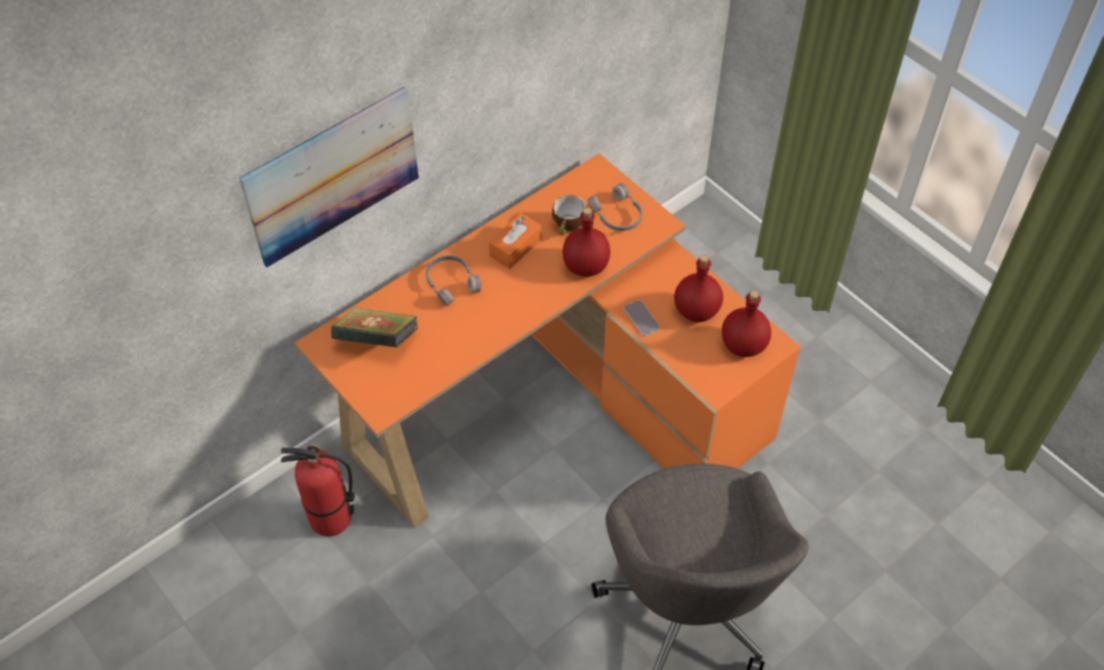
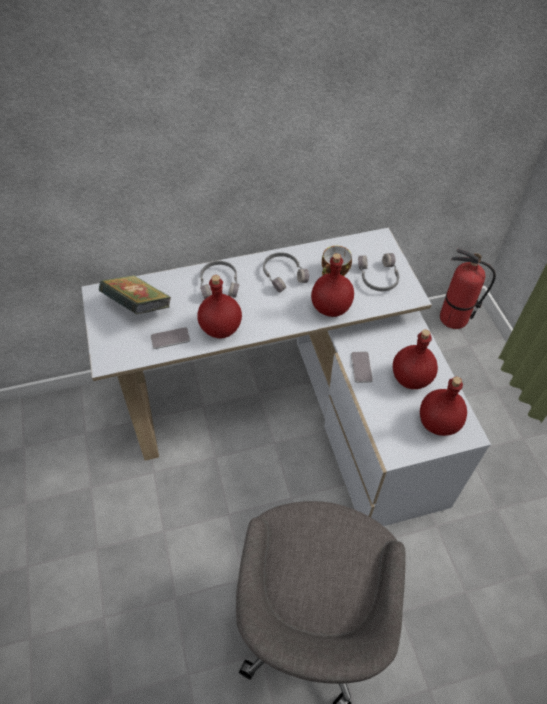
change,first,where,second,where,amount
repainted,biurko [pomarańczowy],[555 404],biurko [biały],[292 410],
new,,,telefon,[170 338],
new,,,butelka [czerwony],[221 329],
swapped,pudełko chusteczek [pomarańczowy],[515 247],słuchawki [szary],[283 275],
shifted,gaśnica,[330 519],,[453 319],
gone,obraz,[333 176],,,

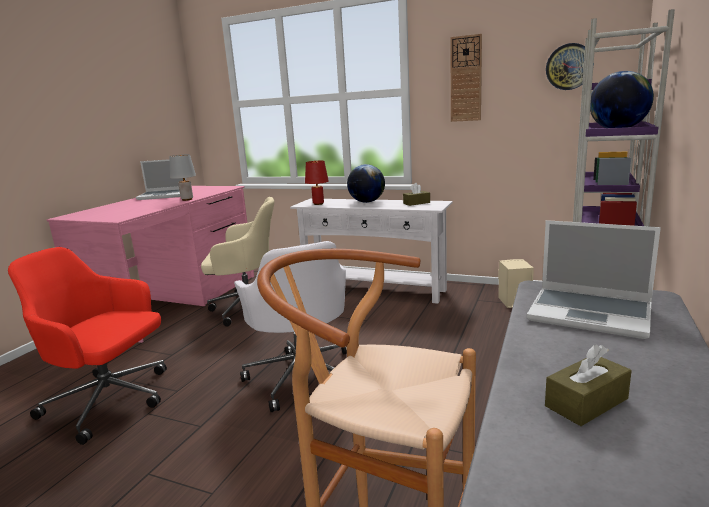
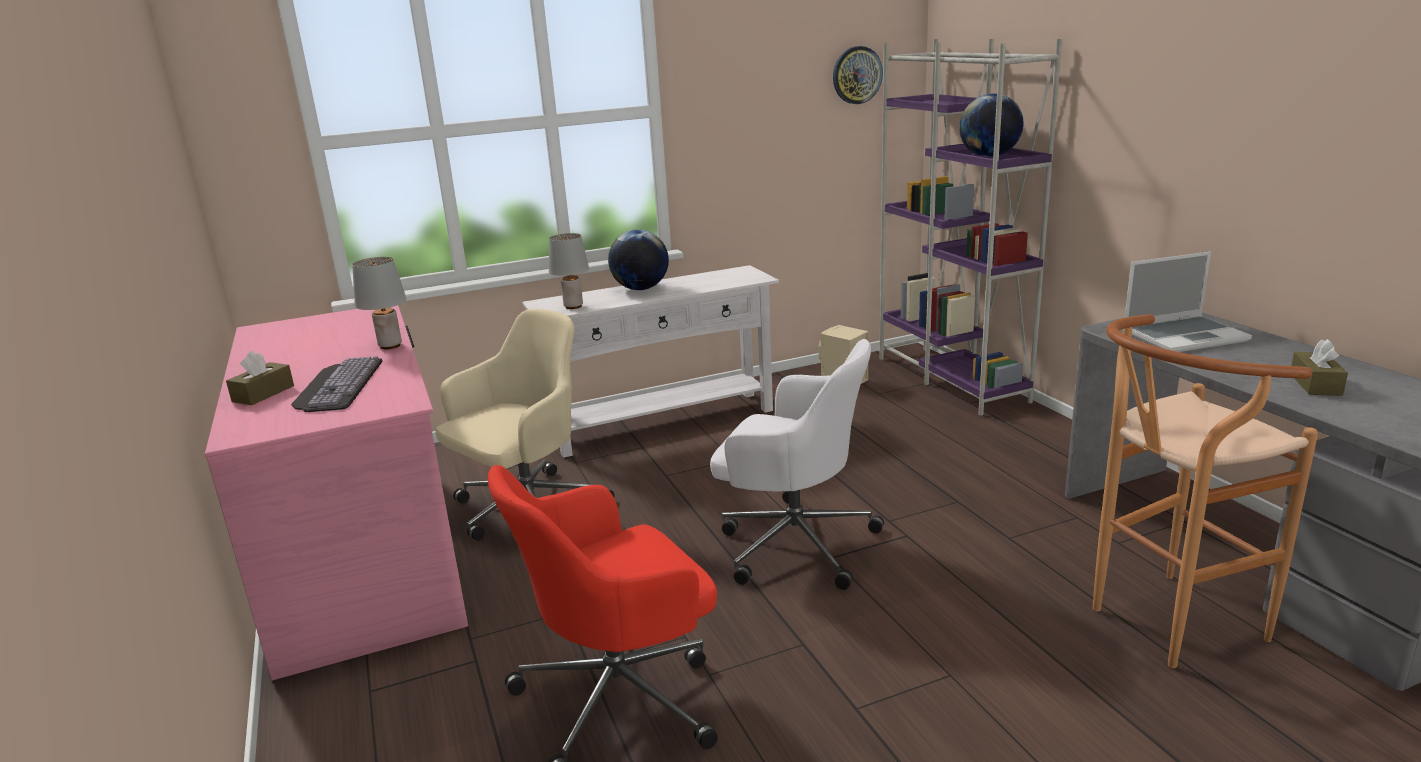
change,first,where,second,where,amount
shifted,pudełko chusteczek [brązowy],[416 203],,[263 394],
new,,,klawiatura,[336 385],
repainted,lampa stołowa [czerwony],[318 204],lampa stołowa [szary],[573 306],
gone,laptop,[164 195],,,
gone,zegar ścienny,[466 79],,,

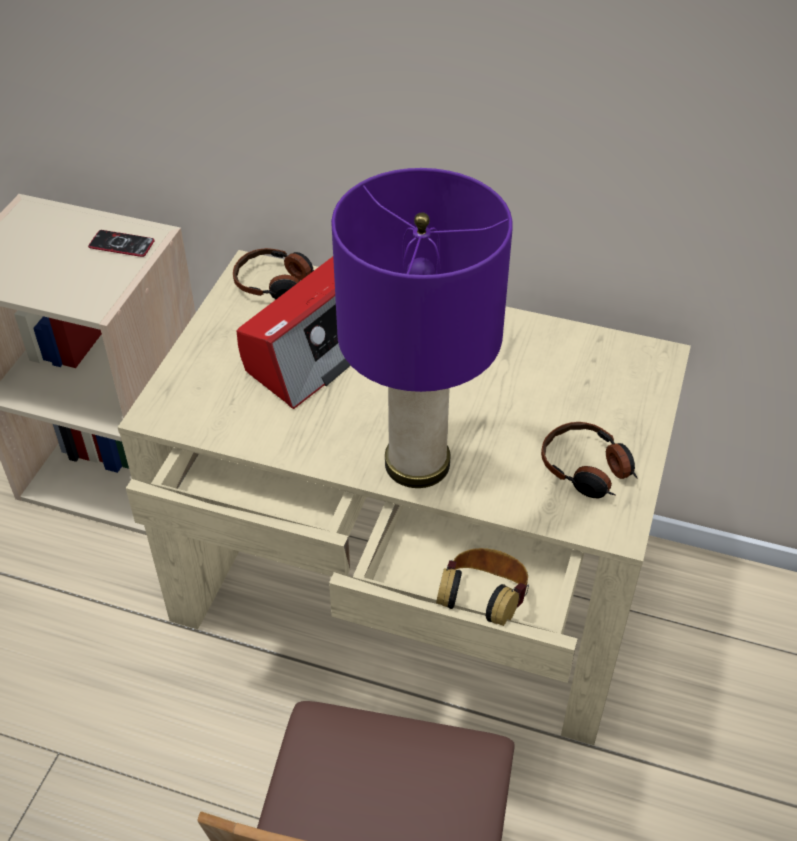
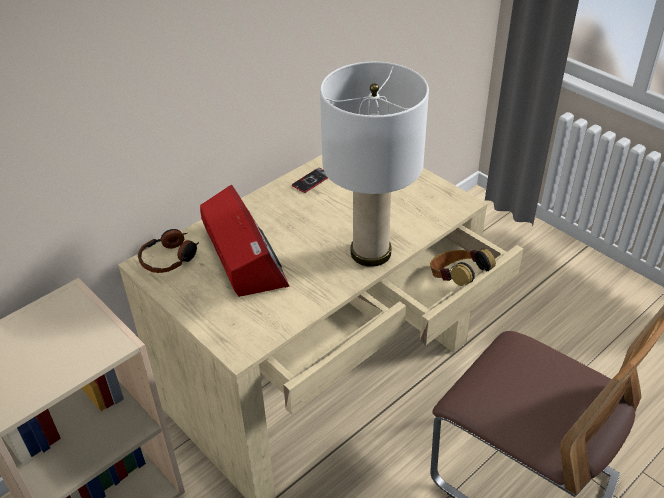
change,first,where,second,where,amount
shifted,telefon,[121 244],,[311 181],
repainted,lampa stołowa [fioletowy],[417 462],lampa stołowa [biały],[370 252],
gone,słuchawki,[587 469],,,

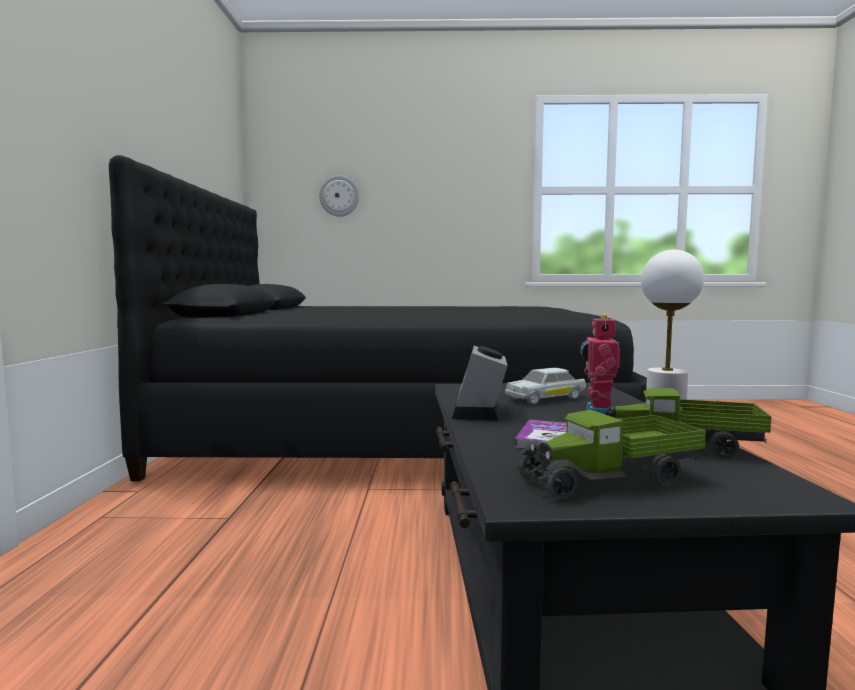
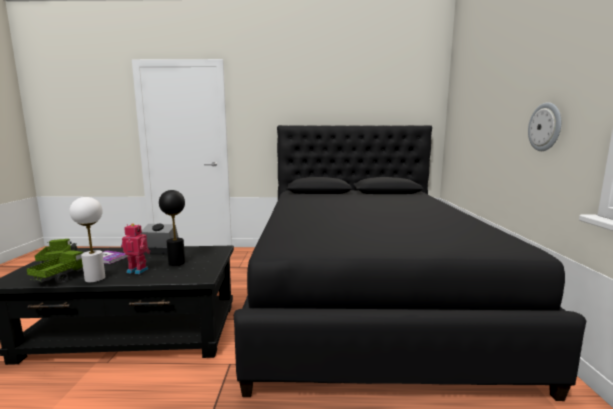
change,first,where,second,where,amount
swapped,samochodzik [biały],[545 398],lampa stołowa [czarny],[176 263],
shifted,zegar ścienny,[339 196],,[545 127],

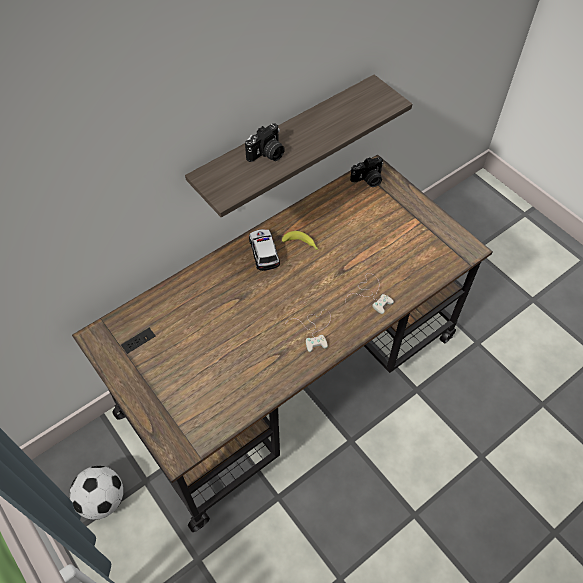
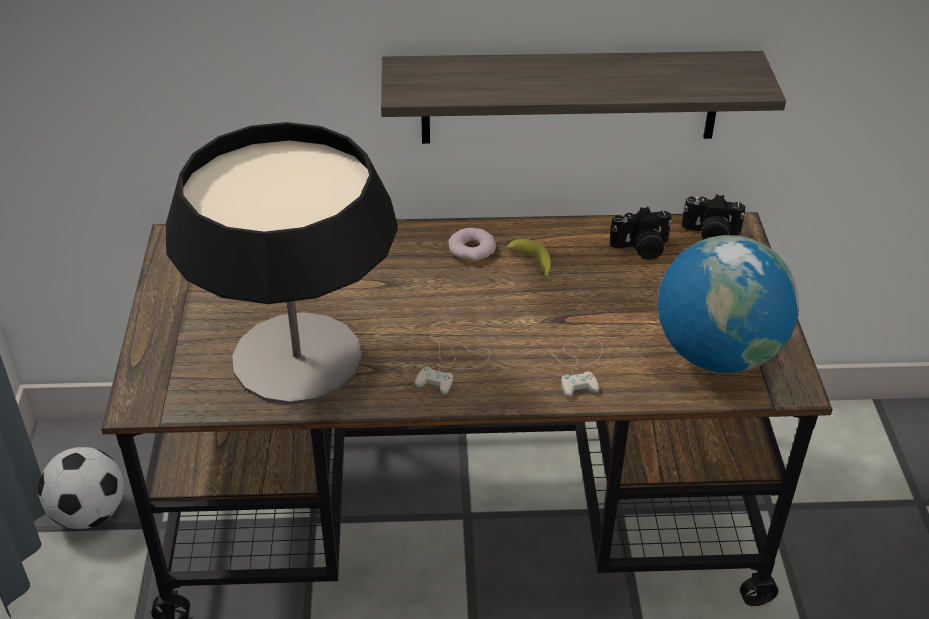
change,first,where,second,where,amount
new,,,lampa stołowa,[297 358],
swapped,samochodzik,[264 252],donut,[472 249],
shifted,aparat fotograficzny,[267 154],,[641 249],
new,,,globus,[717 353],

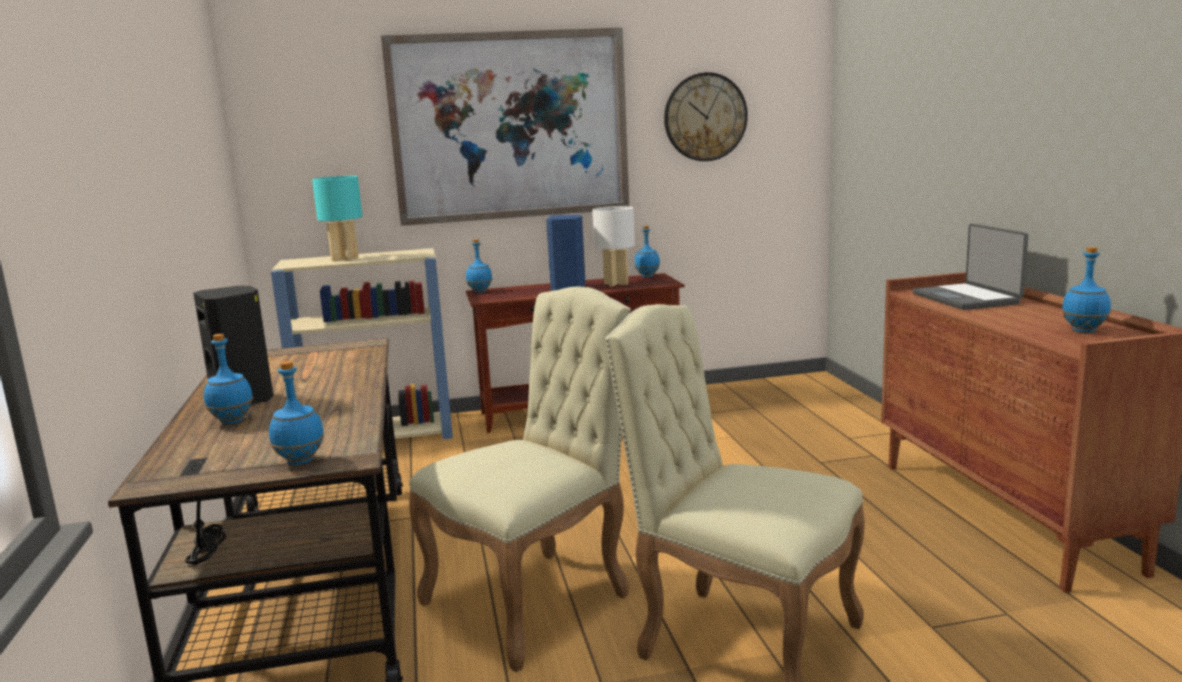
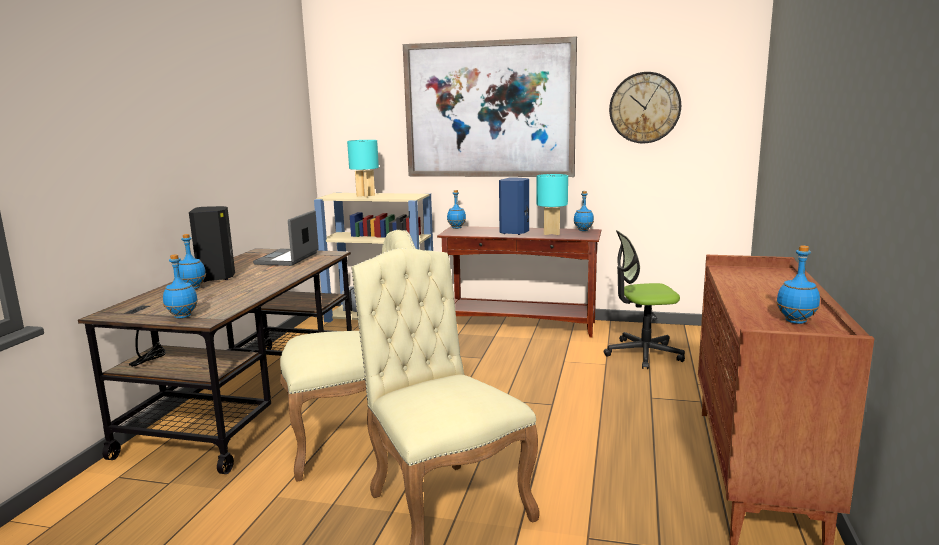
change,first,where,second,where,amount
shifted,laptop,[967 298],,[288 259],
repainted,lampa stołowa [biały],[615 284],lampa stołowa [turkusowy],[551 233],
new,,,krzesło biurowe,[643 354],

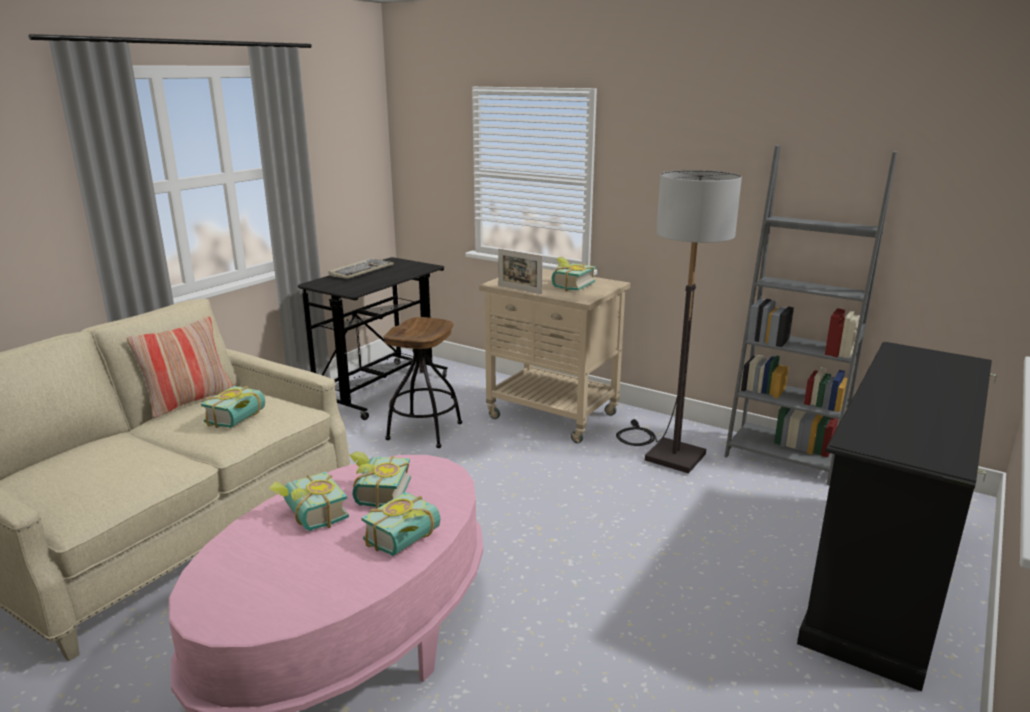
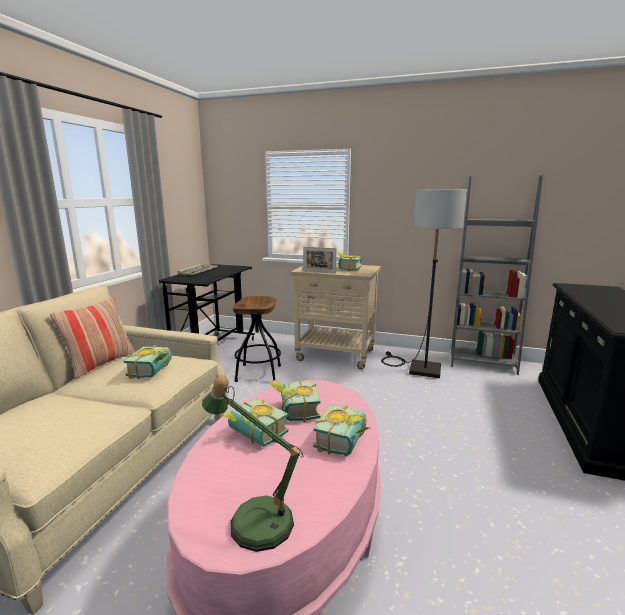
change,first,where,second,where,amount
new,,,lampa stołowa,[254 517],

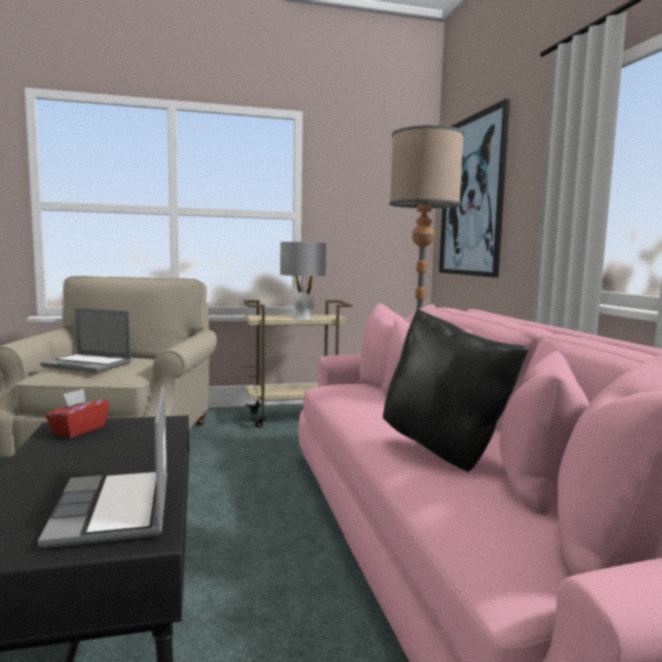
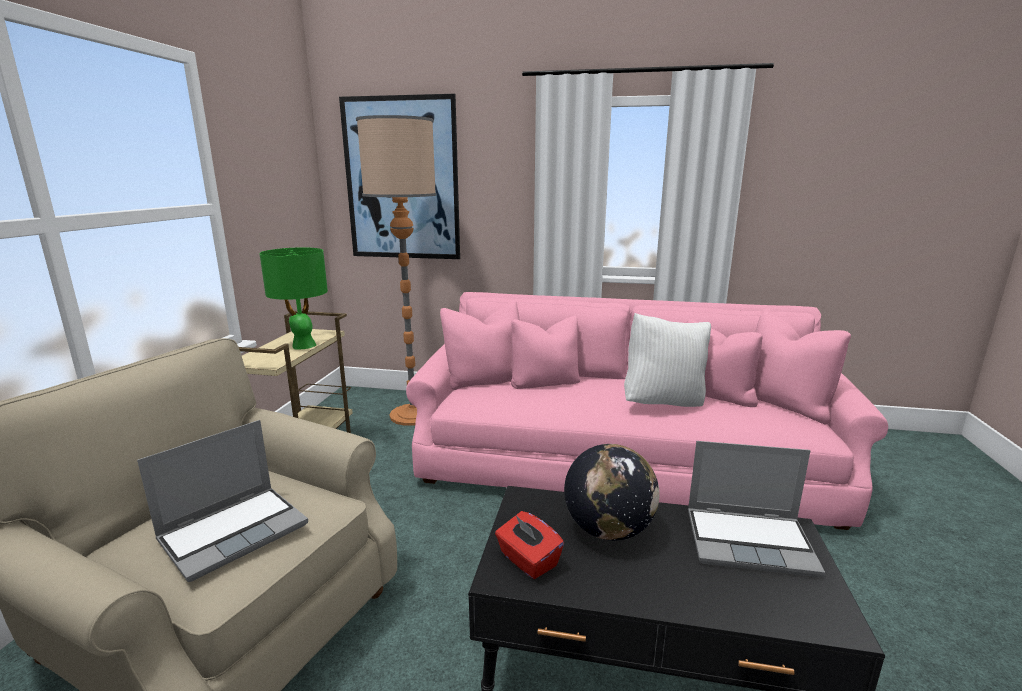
change,first,where,second,where,amount
repainted,lampa stołowa [szary],[302 318],lampa stołowa [zielony],[303 345],
new,,,globus,[608 530],
repainted,poduszka [czarny],[444 451],poduszka [biały],[663 403],

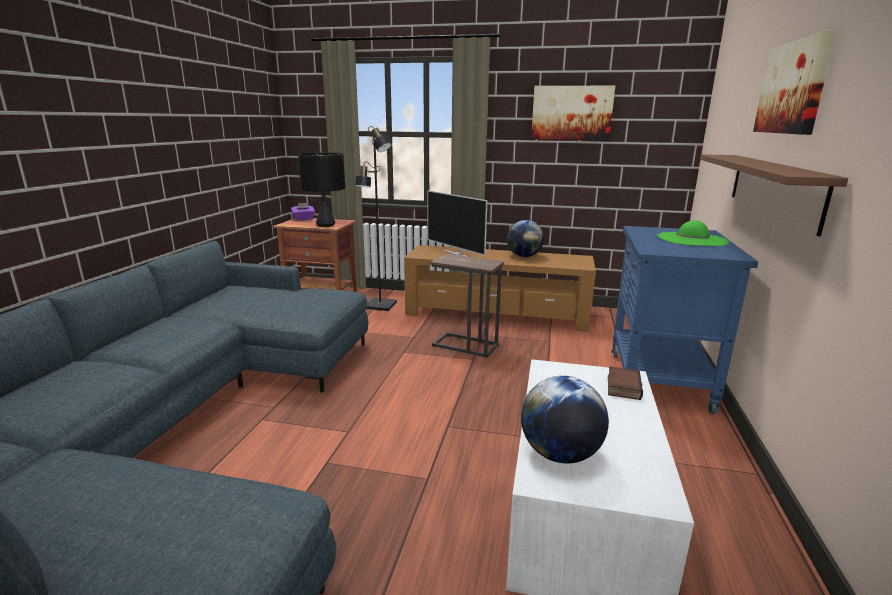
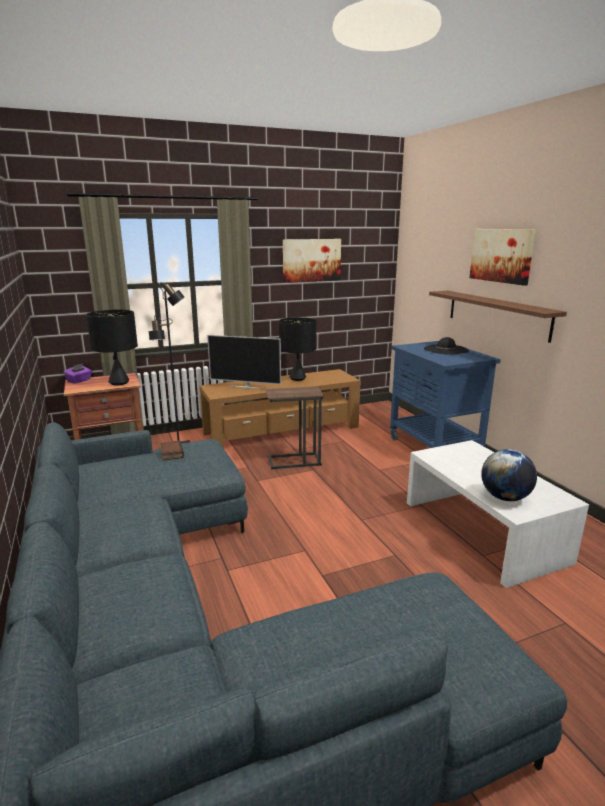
change,first,where,second,where,amount
shifted,książka,[622 386],,[170 453],
swapped,globus,[524 256],lampa stołowa [czarny],[297 379],
repainted,kapelusz [zielony],[691 239],kapelusz [czarny],[445 349],

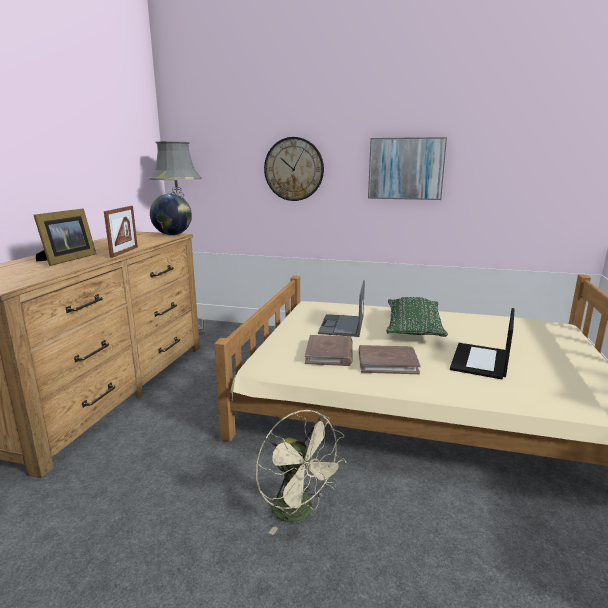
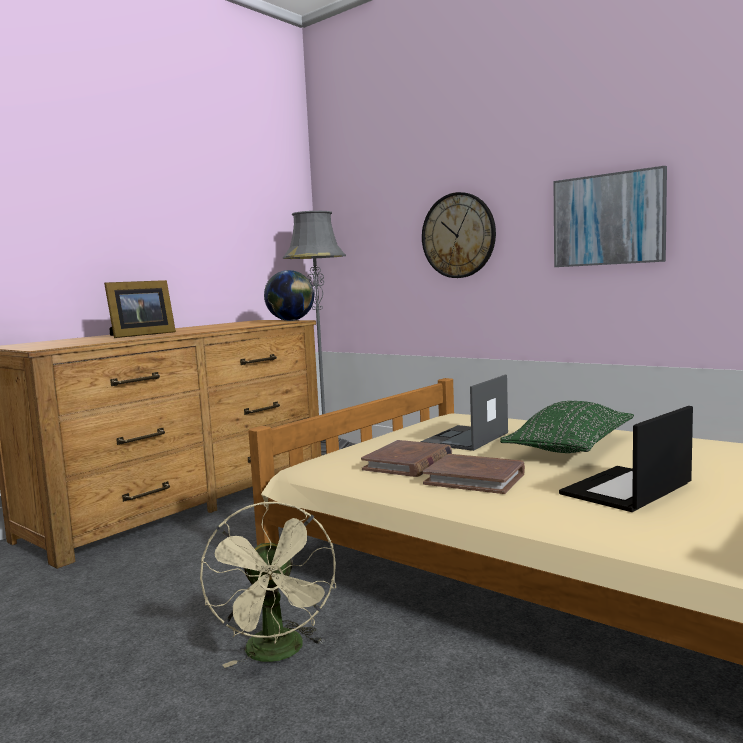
change,first,where,second,where,amount
gone,ramka na zdjęcie,[124 252],,,

